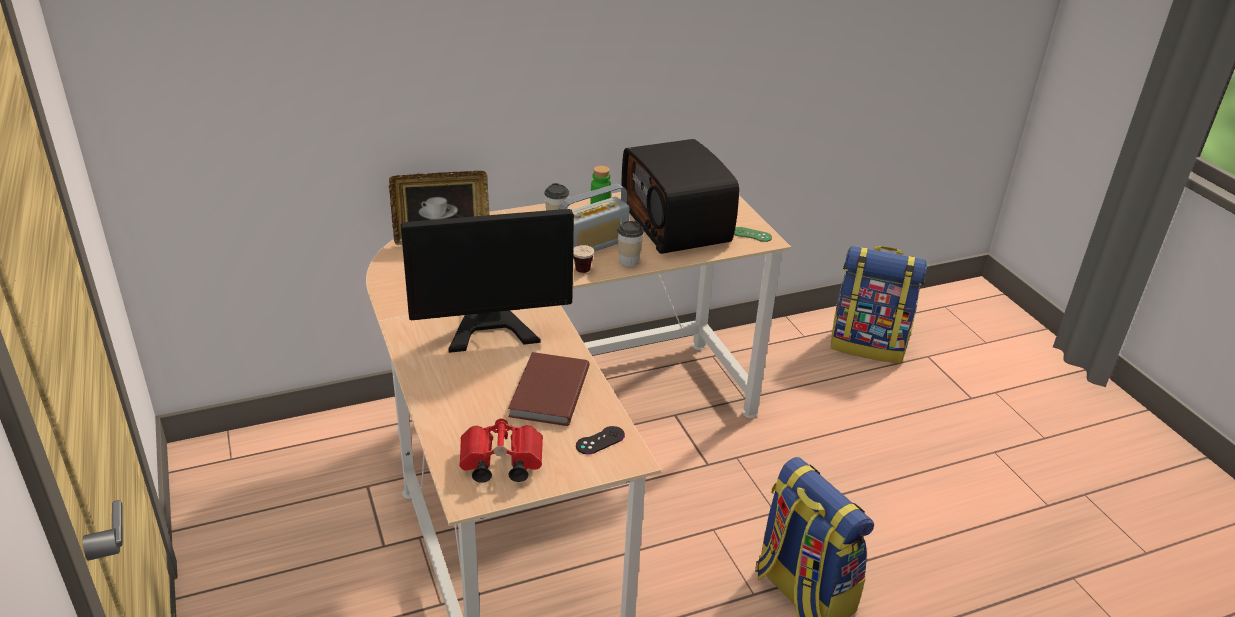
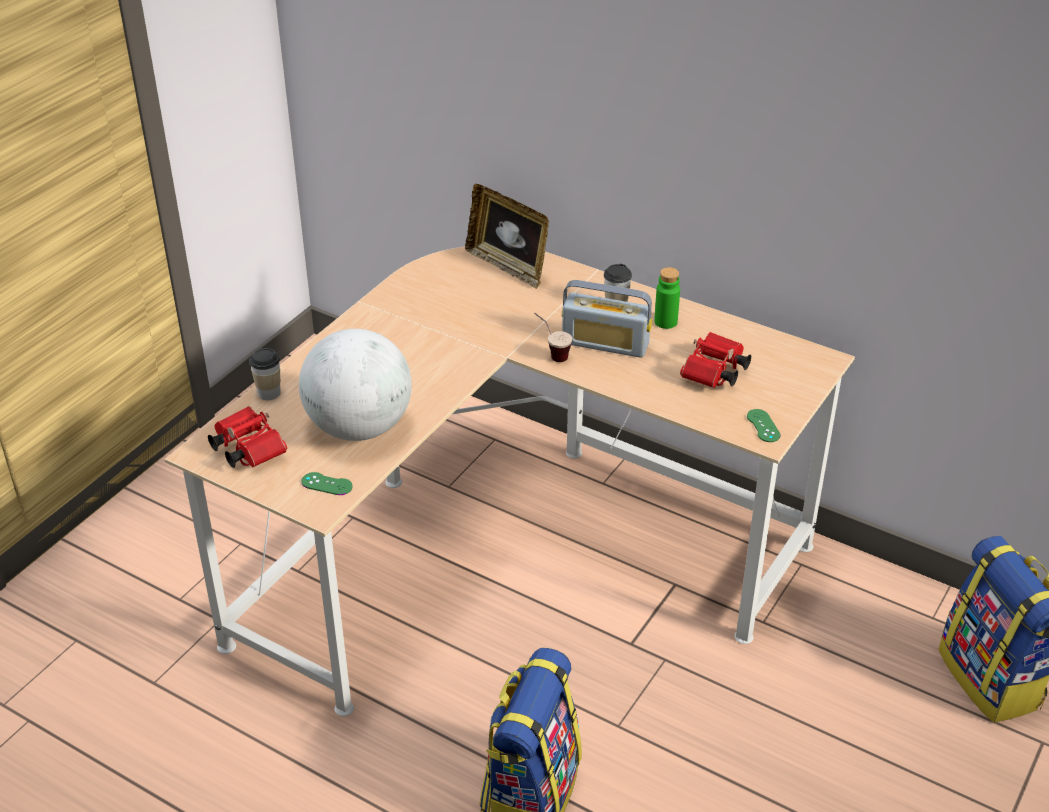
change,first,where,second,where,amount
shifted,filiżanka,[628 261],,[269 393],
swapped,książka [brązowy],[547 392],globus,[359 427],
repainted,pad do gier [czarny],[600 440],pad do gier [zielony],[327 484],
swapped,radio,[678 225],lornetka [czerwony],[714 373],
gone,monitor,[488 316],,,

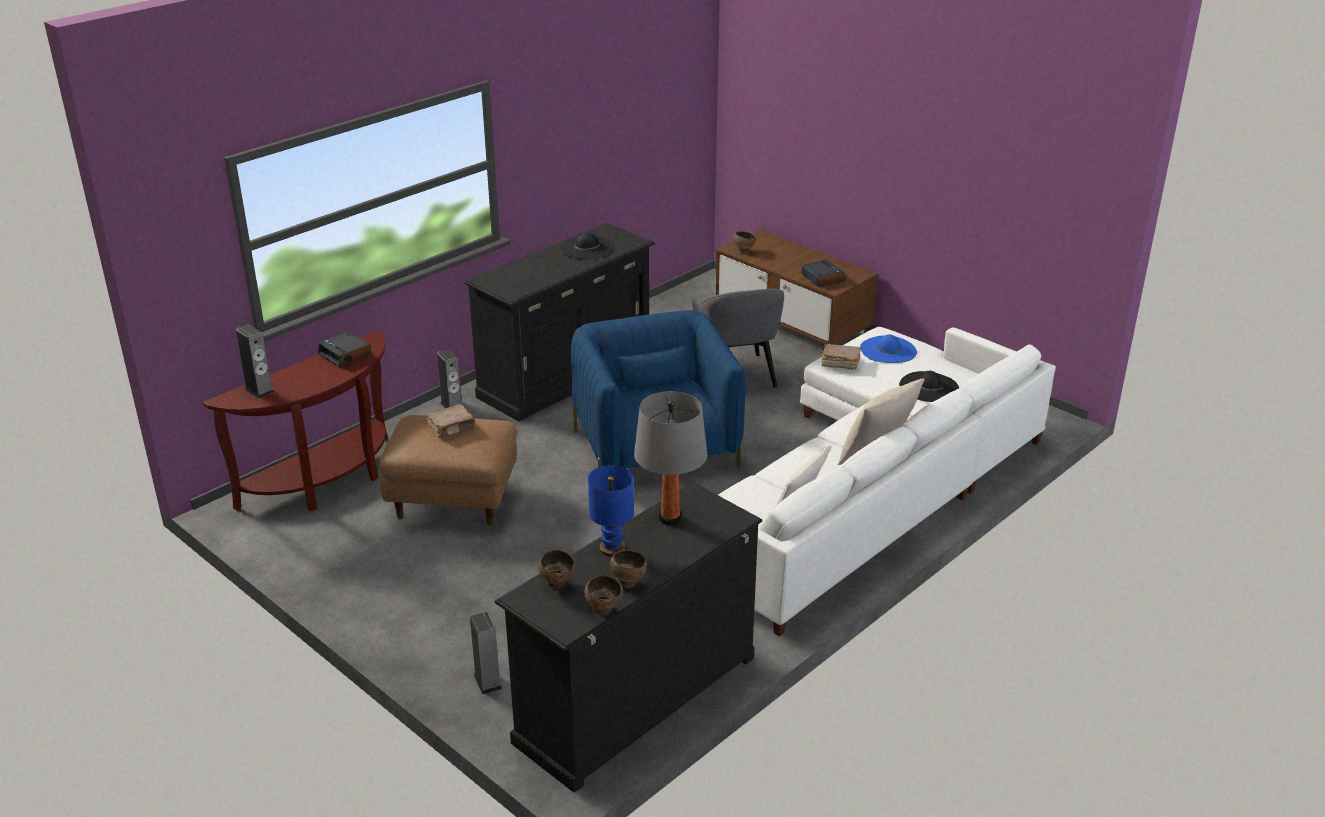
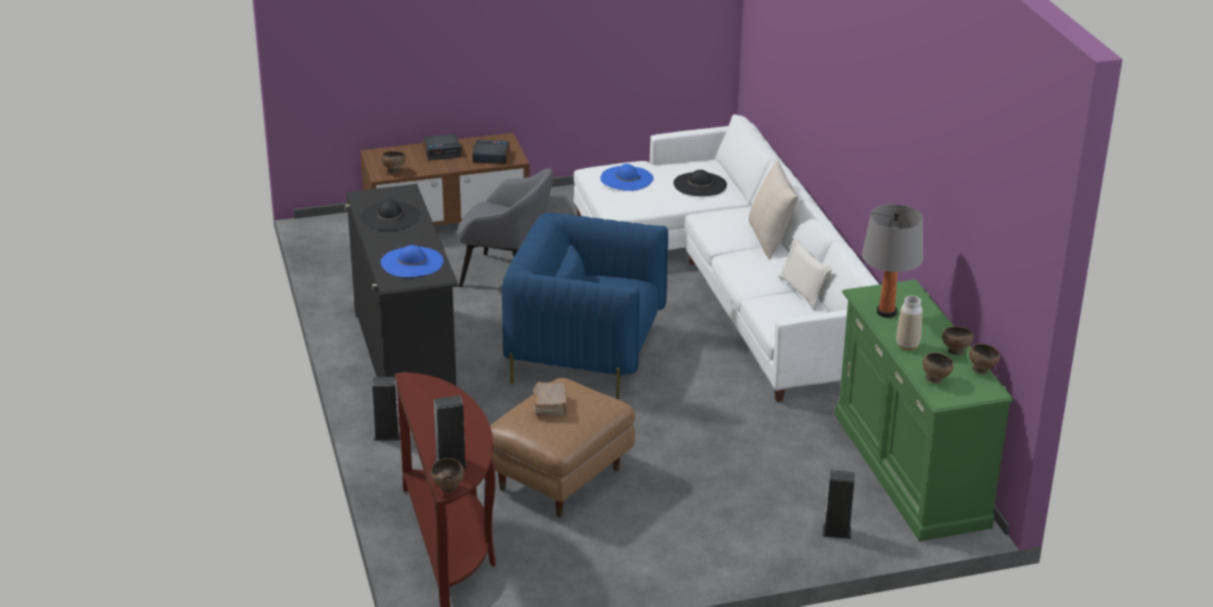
change,first,where,second,where,amount
new,,,kapelusz [niebieski],[412 262],
shifted,budzik,[346 354],,[442 151],
new,,,miska [brązowy],[448 489],
repainted,szafka [czarny],[636 700],szafka [zielony],[910 469],
swapped,lampa stołowa [niebieski],[613 548],wazon,[907 346],
gone,książka [brązowy],[840 363],,,

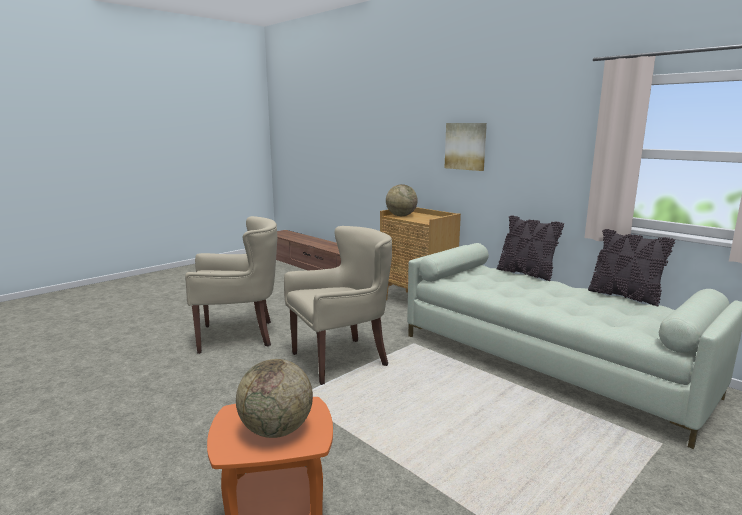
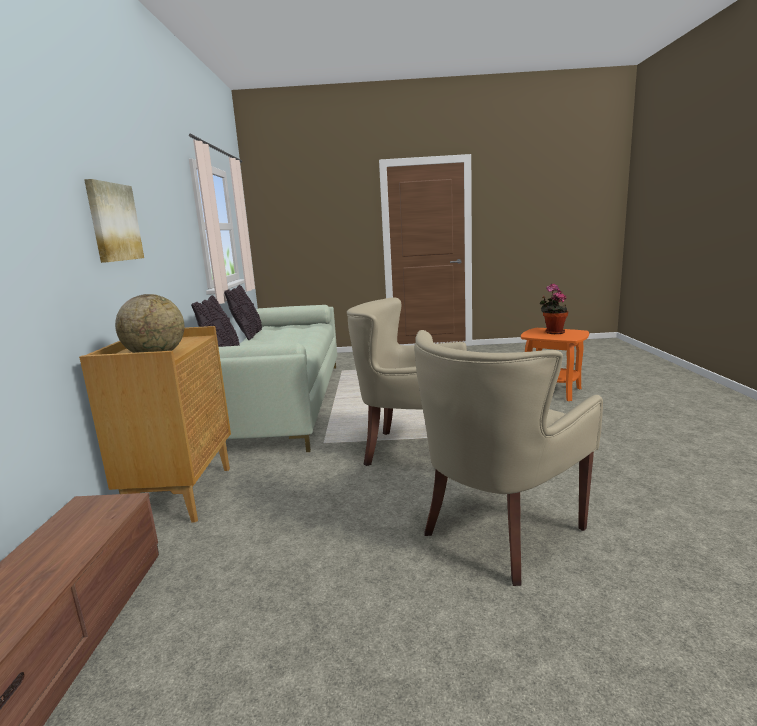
change,first,where,second,where,amount
rotated,fotel [beżowy],[238 336],,[499 532],75 degrees counterclockwise
swapped,globus,[276 430],roślina doniczkowa,[553 332],

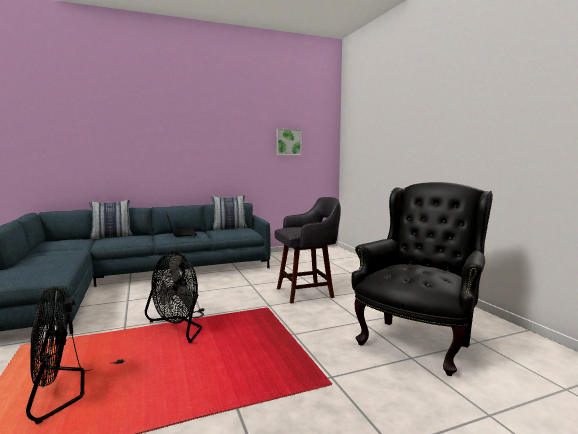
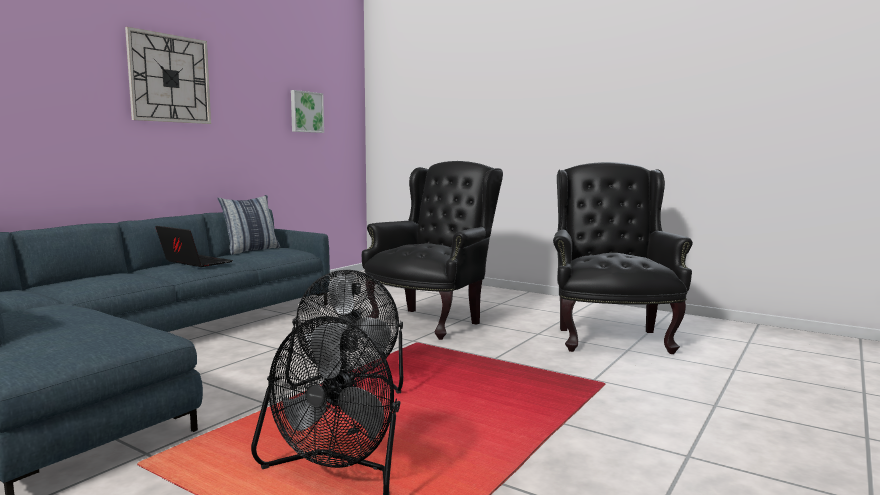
change,first,where,second,where,amount
new,,,zegar ścienny,[169 78],
swapped,stołek [szary],[307 293],fotel [czarny],[432 321],
gone,poduszka,[112 236],,,

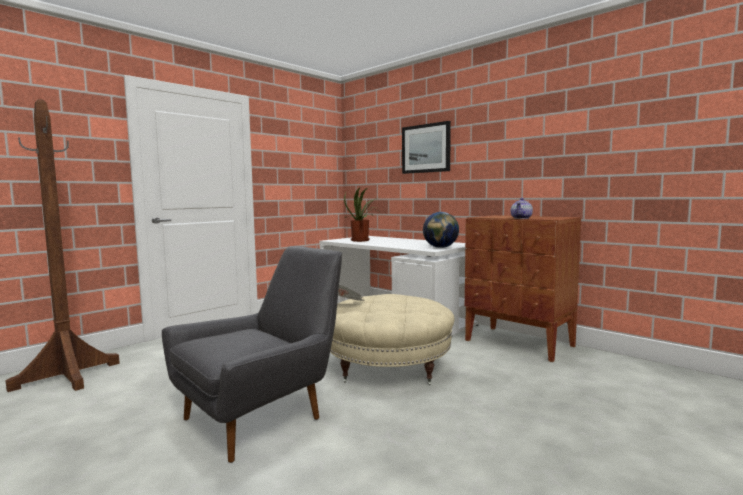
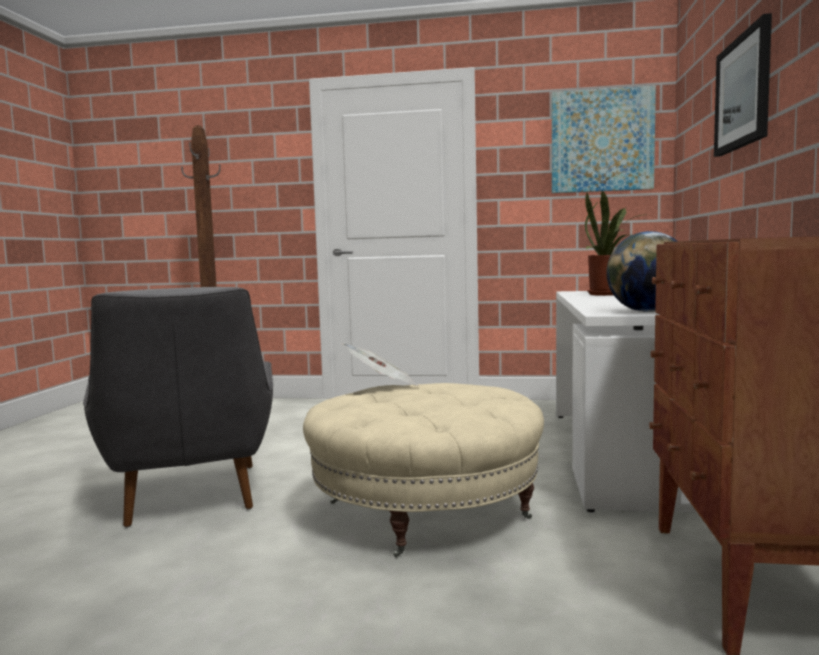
change,first,where,second,where,amount
rotated,fotel [szary],[261 417],,[190 498],60 degrees clockwise
new,,,obraz,[601 141],
gone,imbryk,[521 218],,,

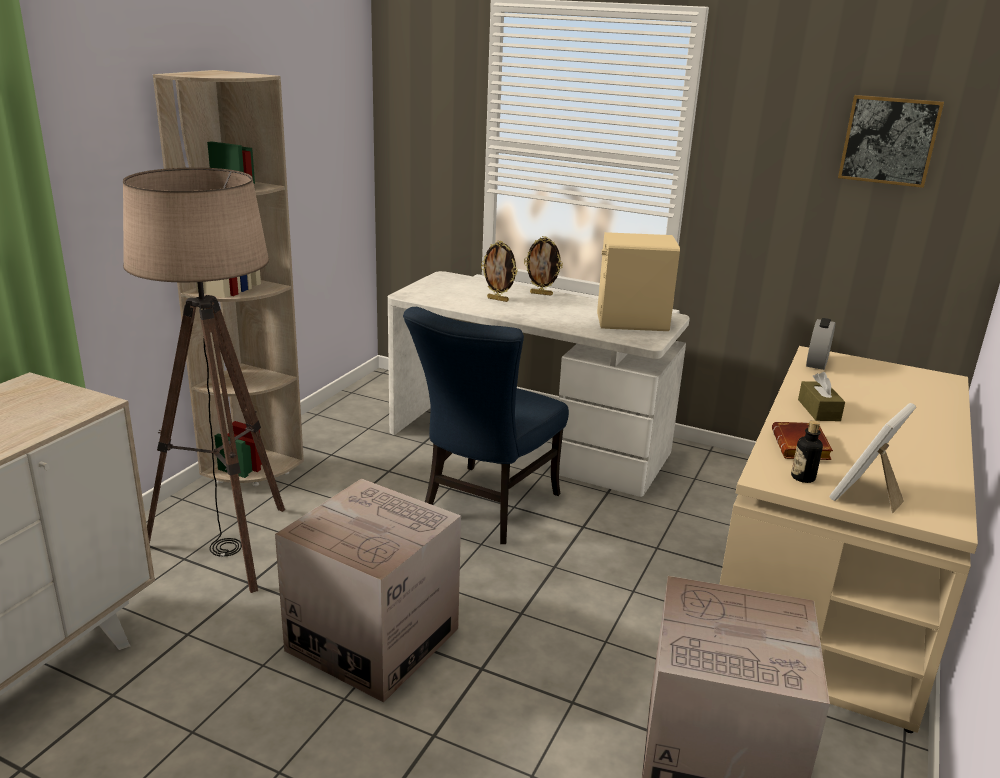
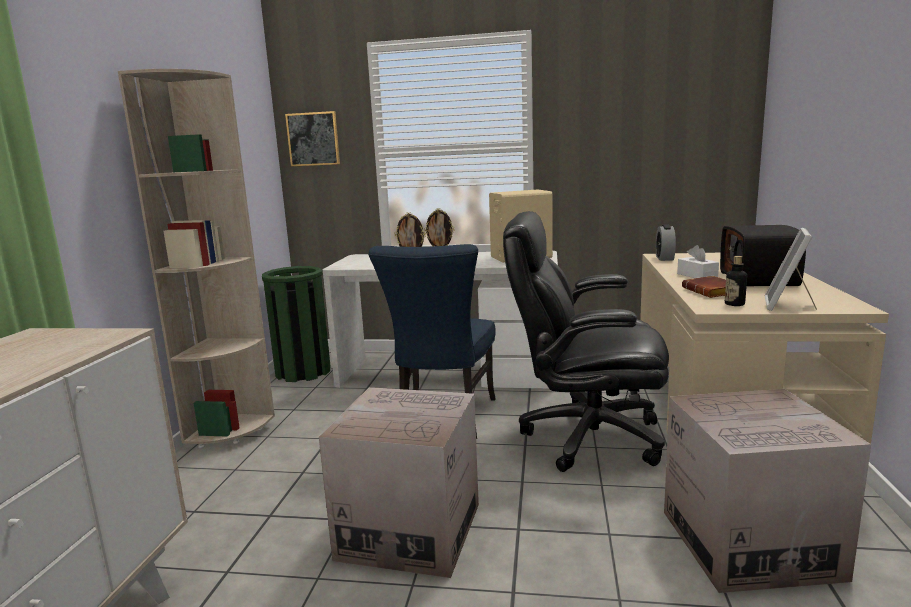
change,first,where,second,where,amount
new,,,kosz na śmieci [zielony],[303 372],
shifted,obraz,[889 140],,[313 139],
new,,,krzesło biurowe [czarny],[585 437],
repainted,pudełko chusteczek [brązowy],[818 410],pudełko chusteczek [biały],[697 276],
new,,,radio,[760 278],
gone,lampa stojąca,[228 547],,,

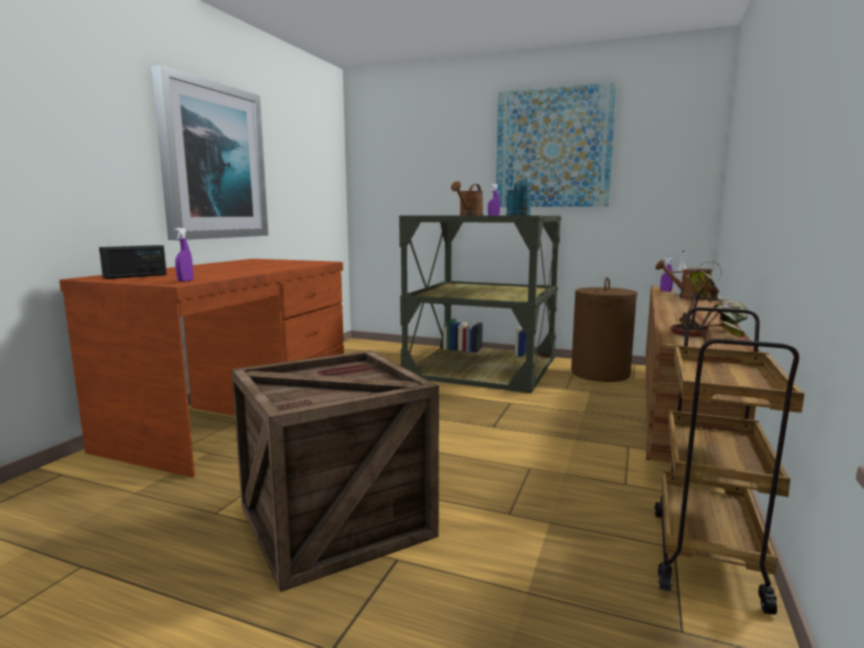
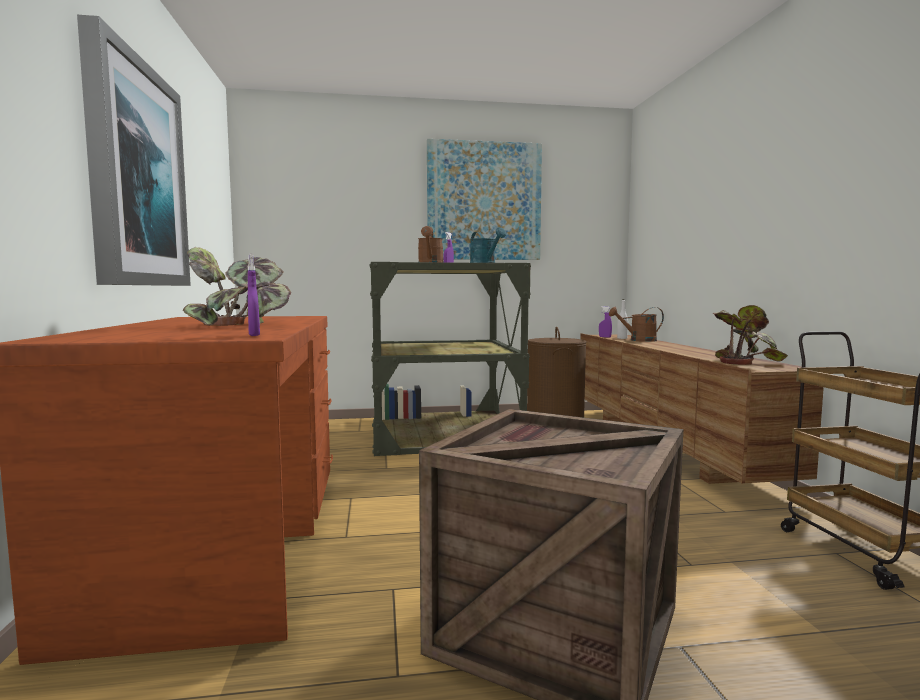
change,first,where,second,where,amount
new,,,roślina doniczkowa,[240 325],
gone,radio,[135 276],,,

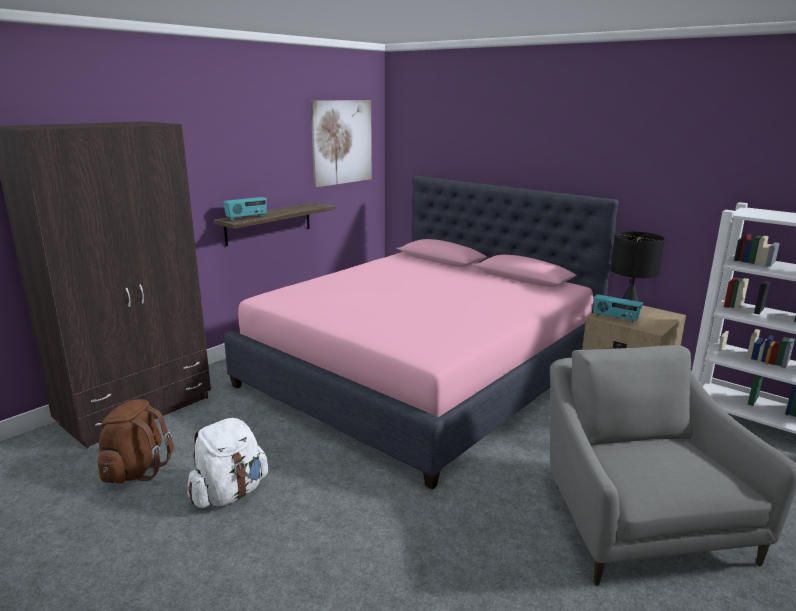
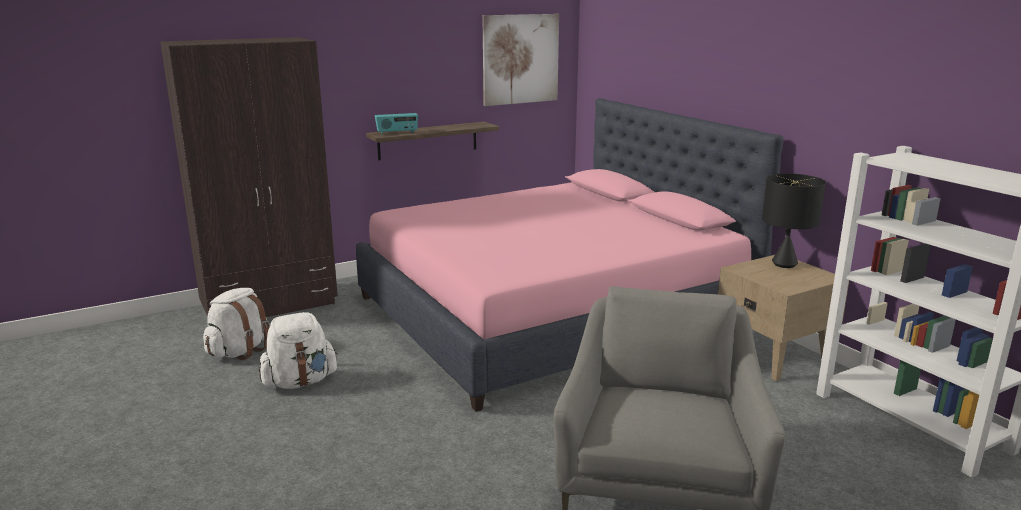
change,first,where,second,where,amount
repainted,plecak [brązowy],[136 470],plecak [biały],[240 351],
gone,radio,[615 318],,,

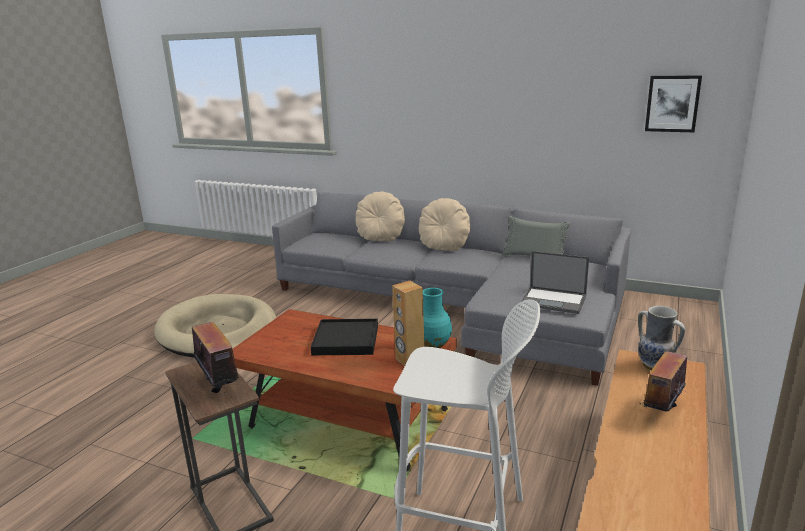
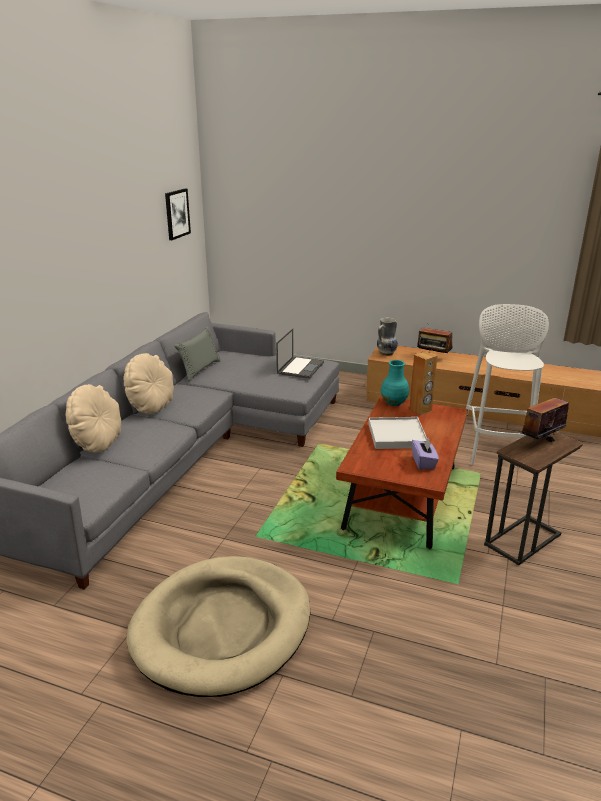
change,first,where,second,where,amount
repainted,taca [czarny],[345 340],taca [biały],[397 435],
new,,,pudełko chusteczek [fioletowy],[423 462],

